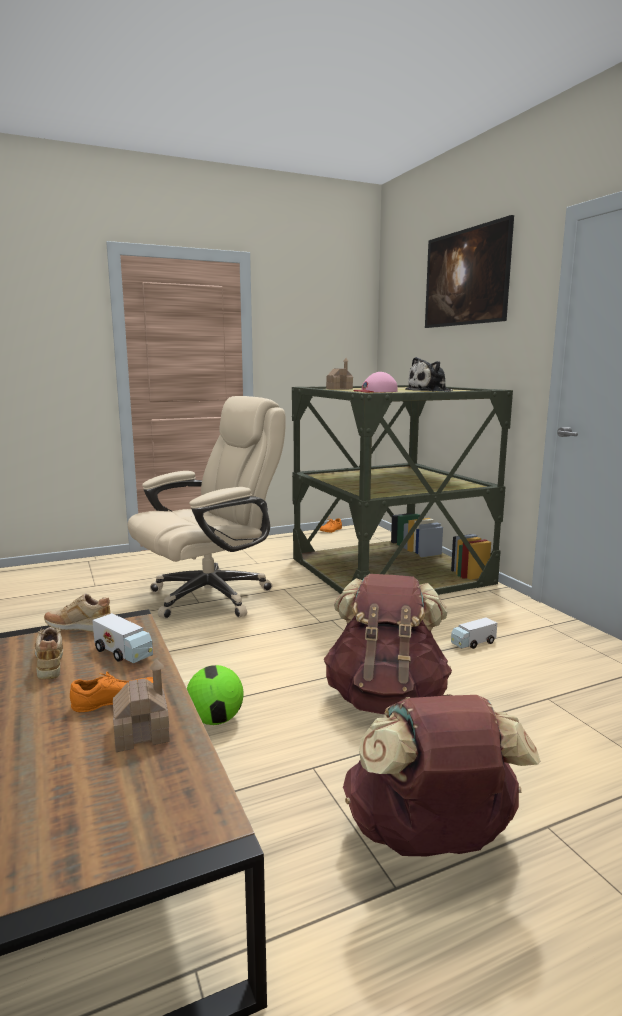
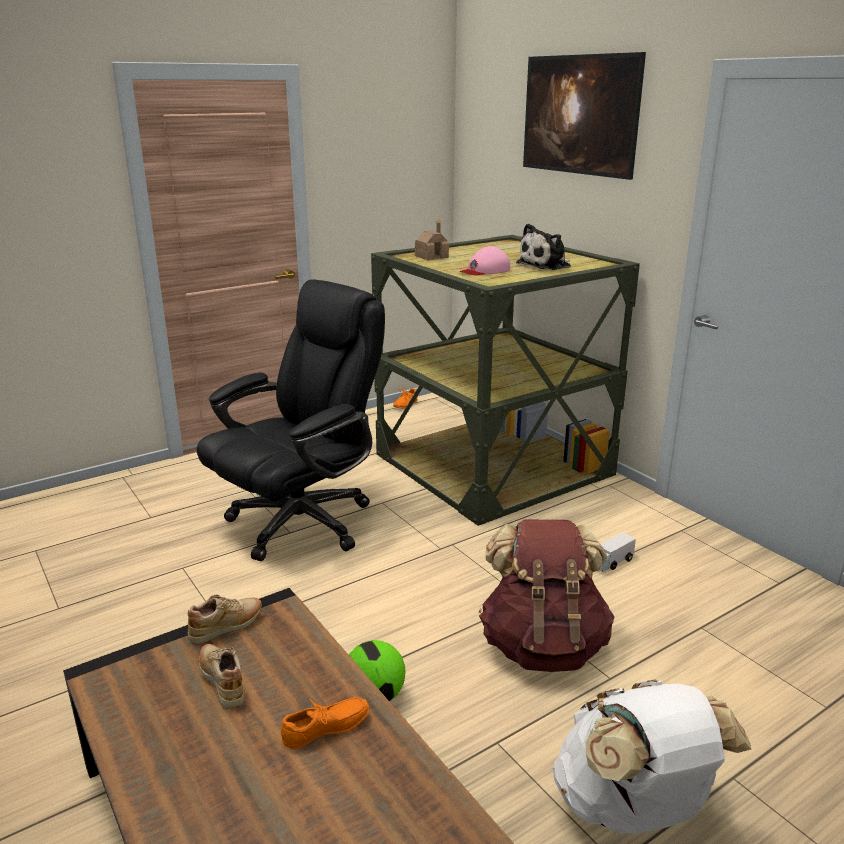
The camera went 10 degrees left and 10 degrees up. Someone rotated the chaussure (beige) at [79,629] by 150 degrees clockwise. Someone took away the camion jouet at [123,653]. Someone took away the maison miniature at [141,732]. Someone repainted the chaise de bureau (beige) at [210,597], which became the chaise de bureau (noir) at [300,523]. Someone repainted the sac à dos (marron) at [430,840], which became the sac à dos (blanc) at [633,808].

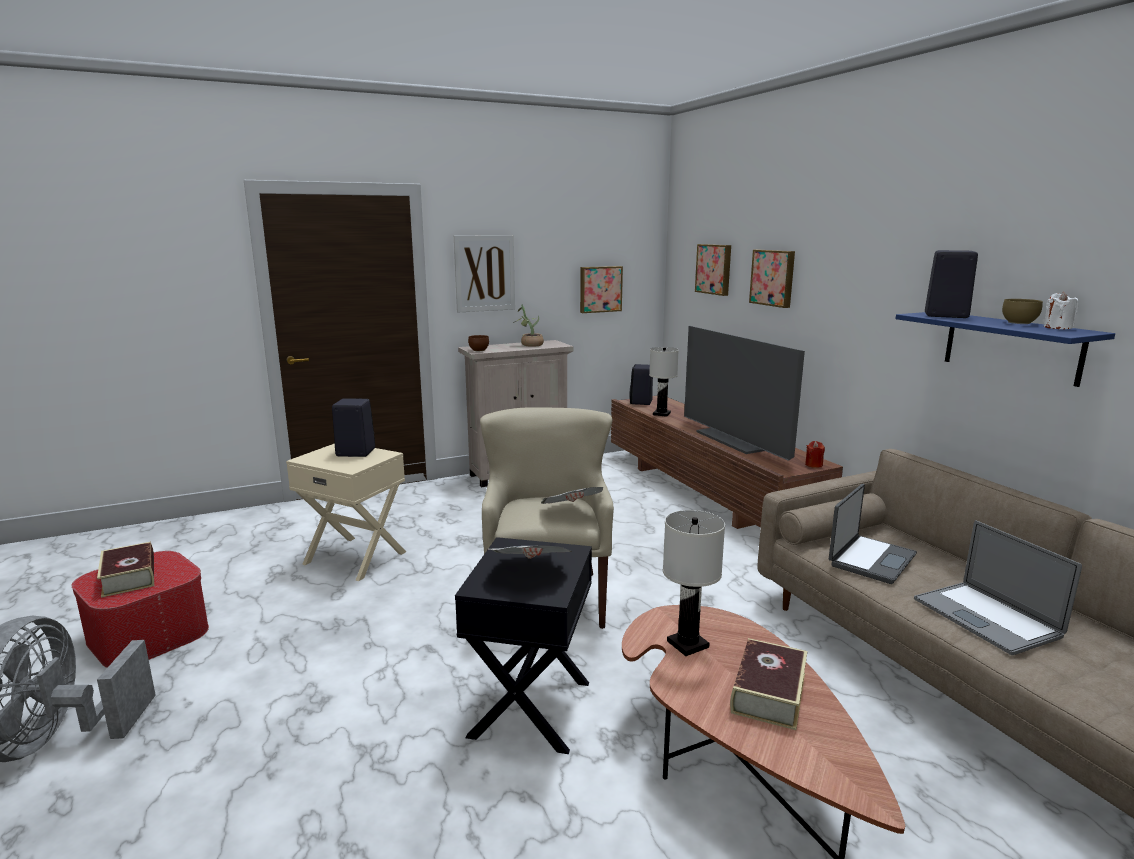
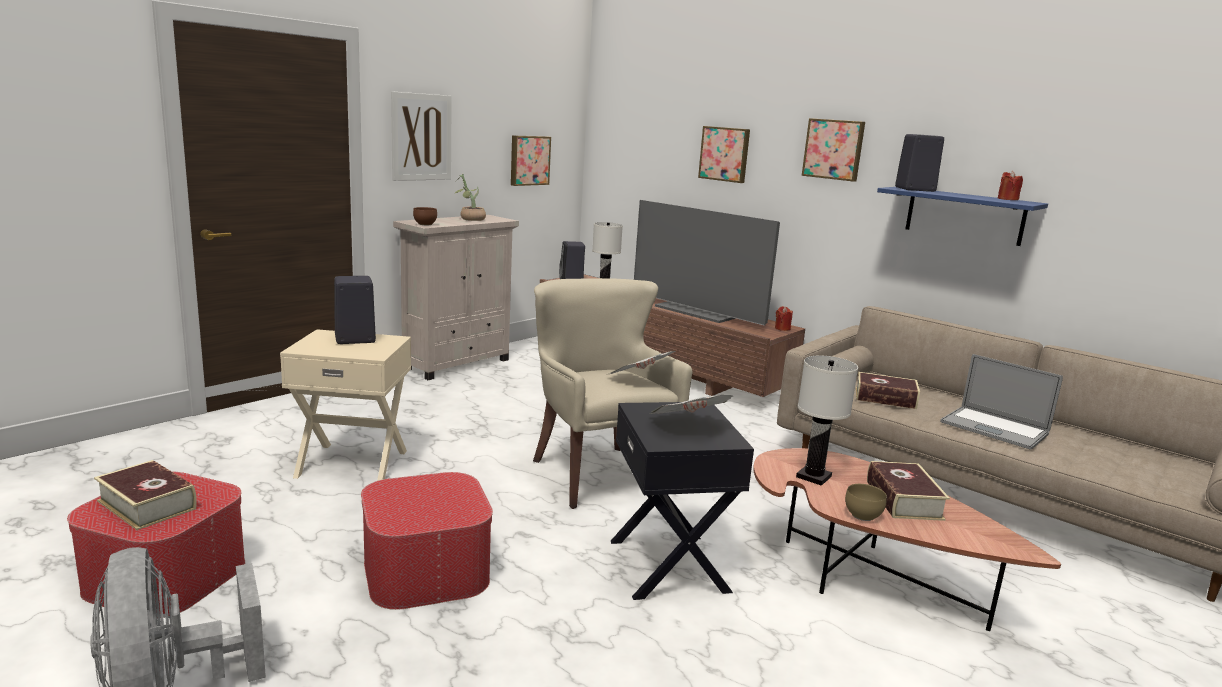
The camera went 25 degrees left and 0 degrees up. Someone carried the tableau from [714,269] to [834,149]. Someone swapped the ordinateur portable at [870,559] for the livre at [885,398]. Someone carried the bol (marron) from [1017,323] to [861,515]. Someone repainted the bougie (blanc) at [1057,327], which became the bougie (rouge) at [1007,199]. Someone put down the pouf at [425,570].

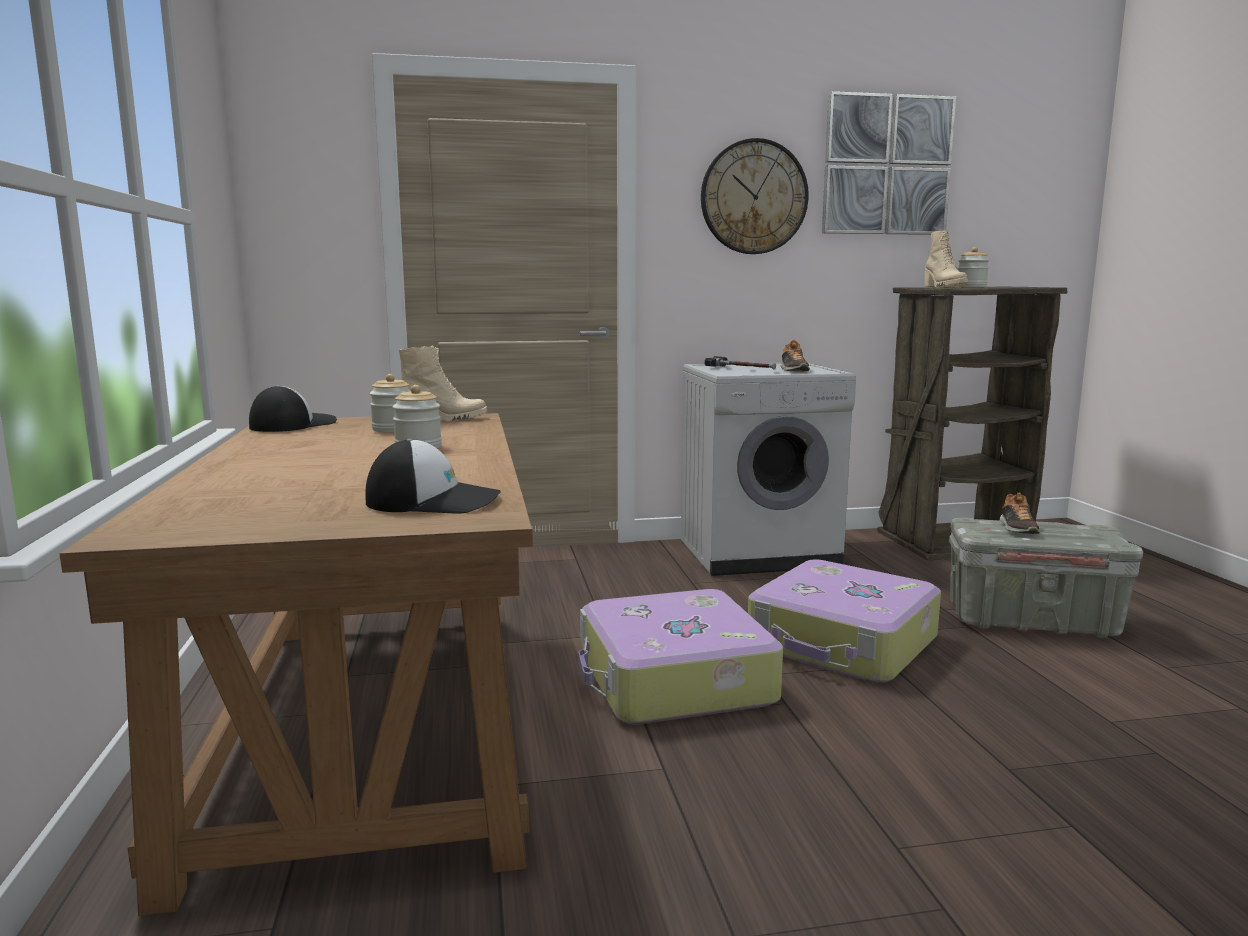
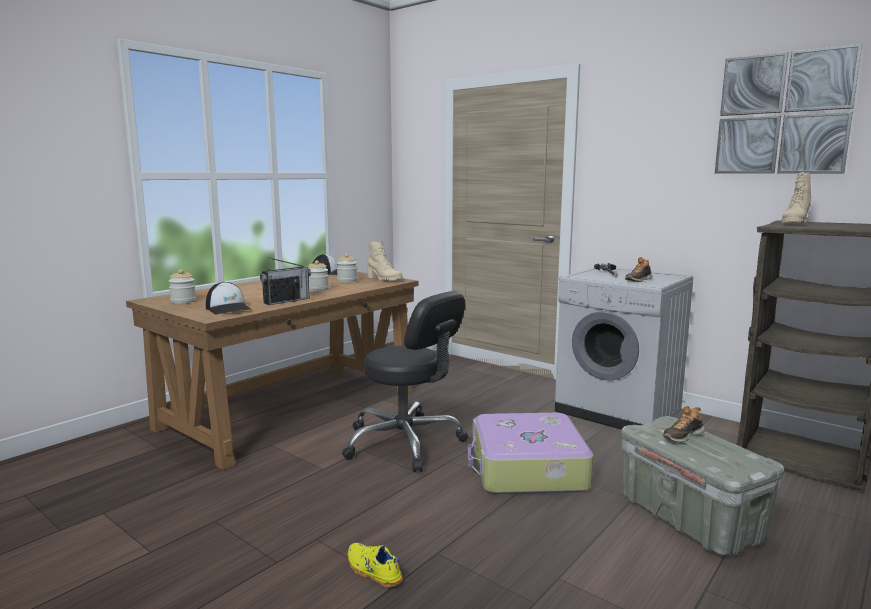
The camera went 50 degrees right and 0 degrees up. Someone swapped the valise at [674,681] for the chaise de bureau (noir) at [408,444]. Someone took away the horloge murale at [754,197]. Someone carried the bocal from [971,287] to [183,301]. Someone put down the radio at [286,301]. Someone put down the chaussure (jaune) at [373,572].

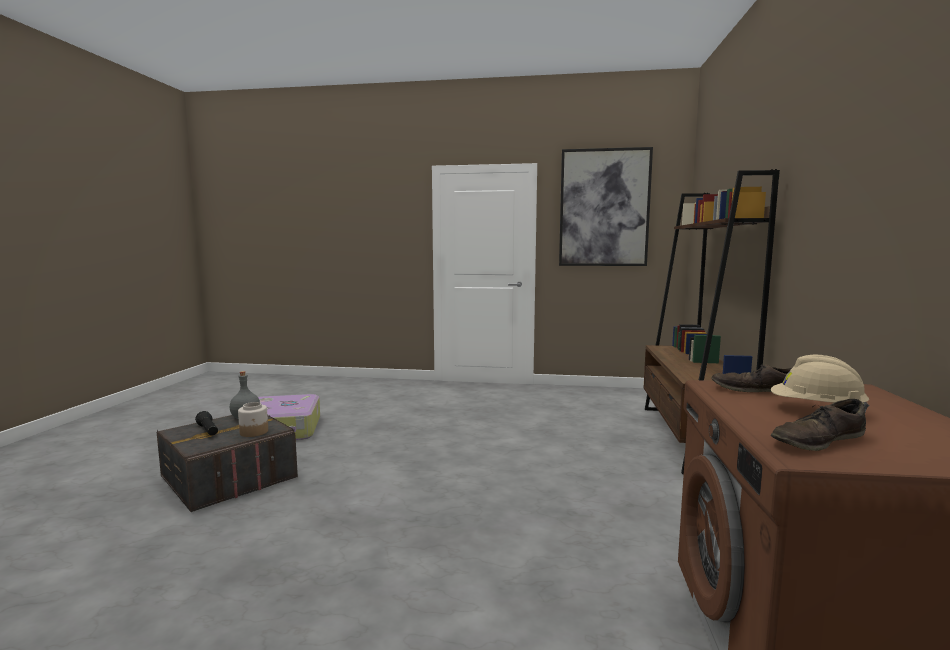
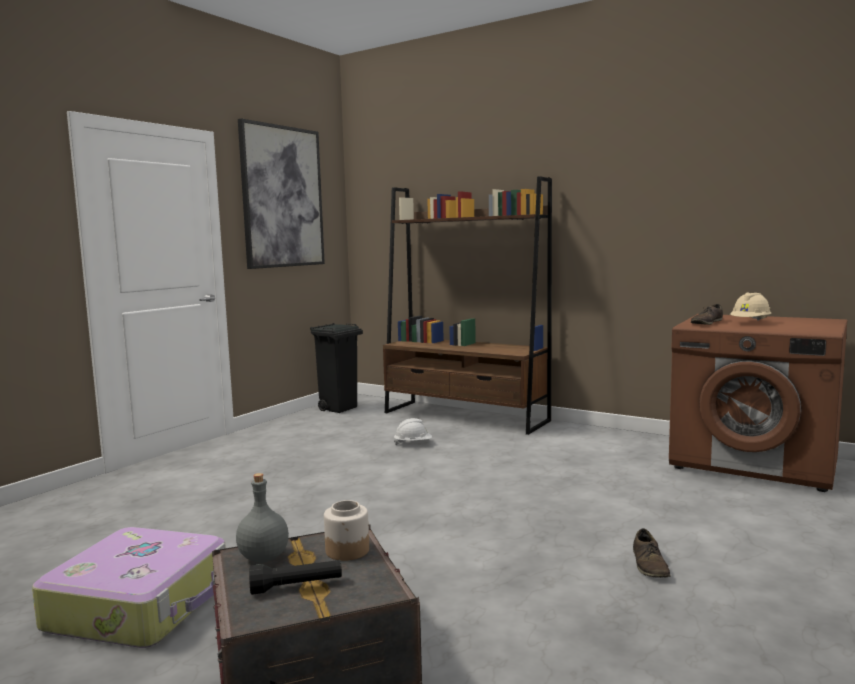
The camera went 65 degrees left and 0 degrees up. Someone carried the chaussure (marron) from [817,440] to [650,565]. Someone put down the poubelle (noir) at [339,408]. Someone put down the casque de chantier (blanc) at [413,444].

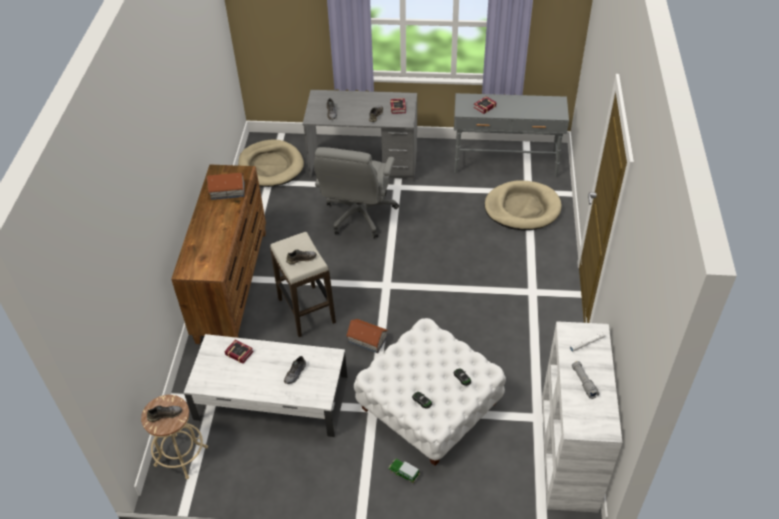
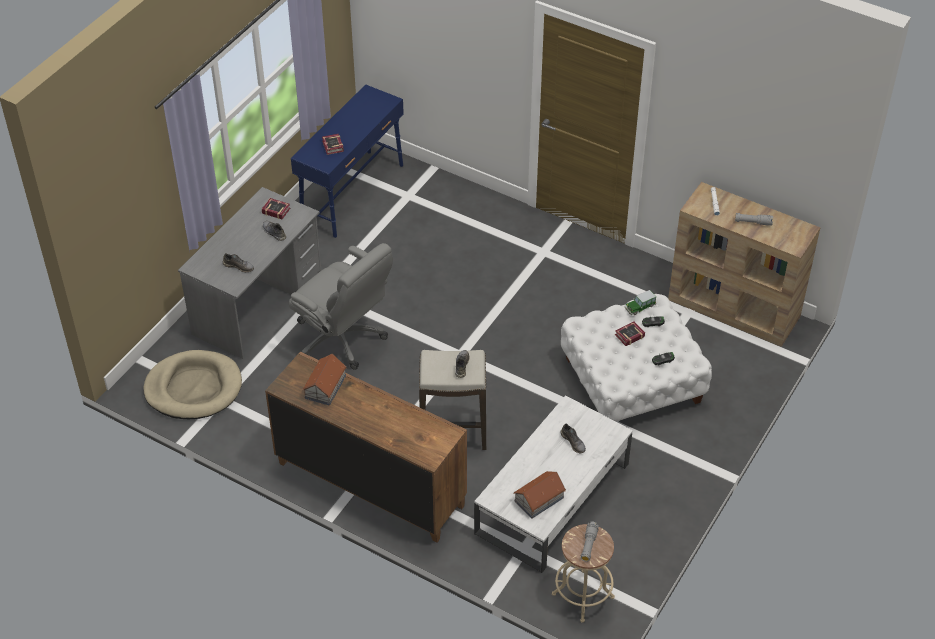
The camera went 65 degrees left and 0 degrees up. Someone swapped the chaussure (gris) at [165,414] for the lampe de poche (gris) at [588,545]. Someone carried the livre from [239,352] to [628,336]. Someone carried the maison miniature from [367,339] to [538,499]. Someone carried the petite voiture from [403,472] to [640,307]. Someone repainted the table console (gris) at [505,164], which became the table console (bleu) at [353,194]. Someone took away the panier pour chien (beige) at [522,208]. Someone repainted the bibliothèque (blanc) at [570,451], which became the bibliothèque (marron) at [734,307].

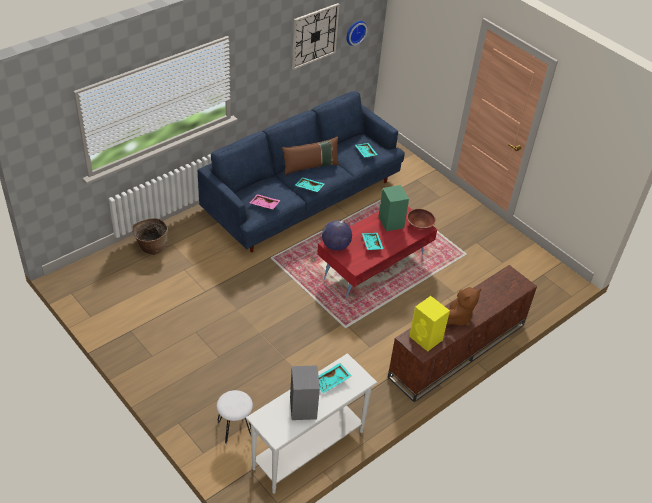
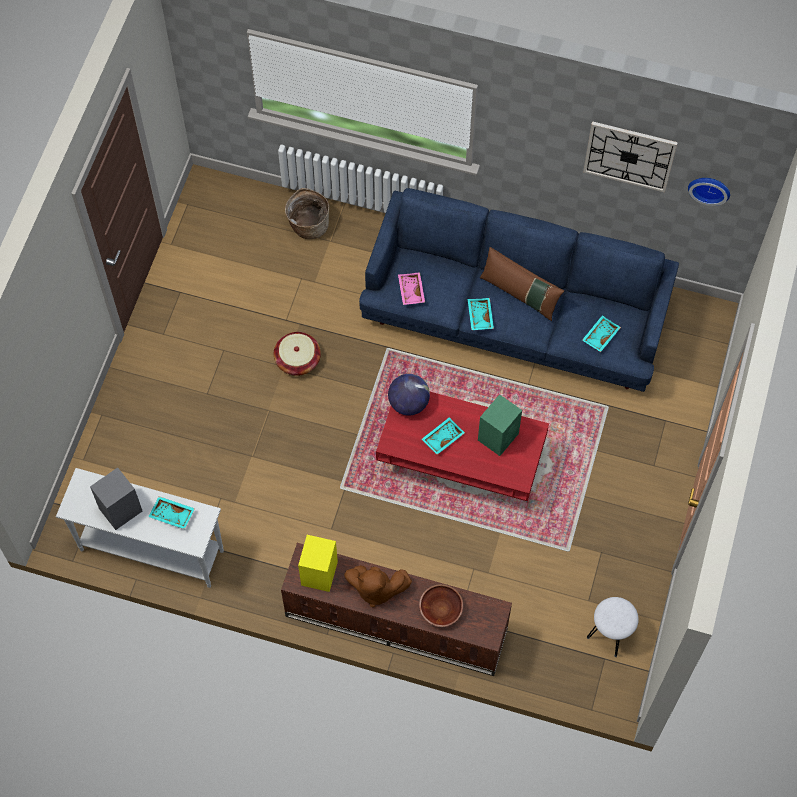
The camera went 60 degrees right and 20 degrees up. Someone carried the tabouret (blanc) from [235,428] to [610,633]. Someone carried the bol (marron) from [419,224] to [440,609]. Someone put down the panier at [297,360].

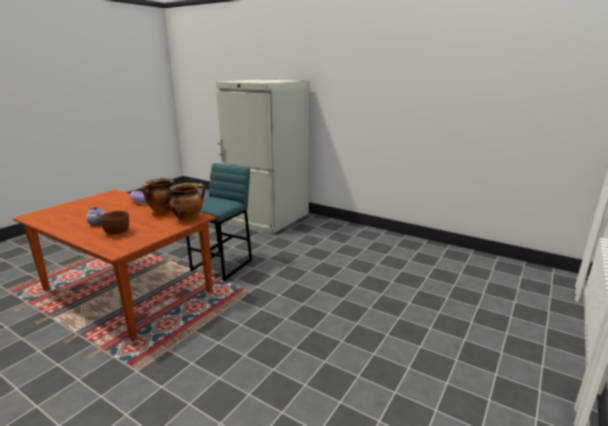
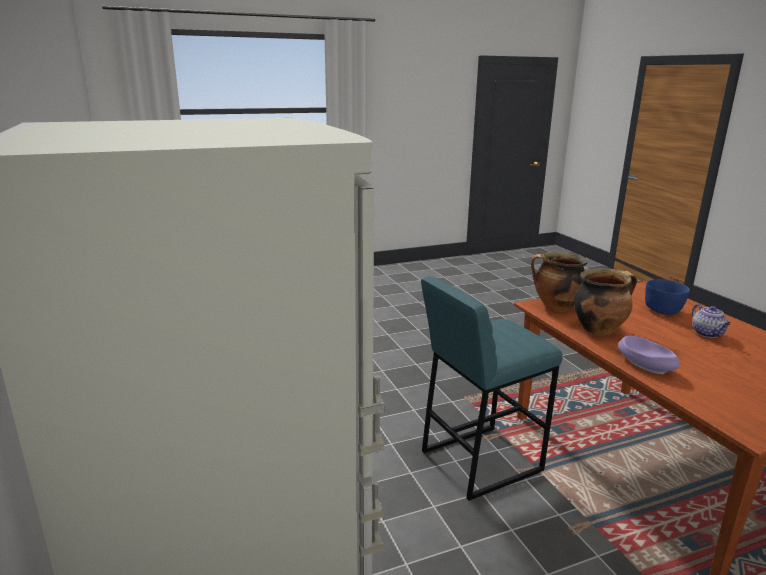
The camera went 145 degrees left and 0 degrees up. Someone repainted the bol (marron) at [116,232], which became the bol (bleu) at [663,311].

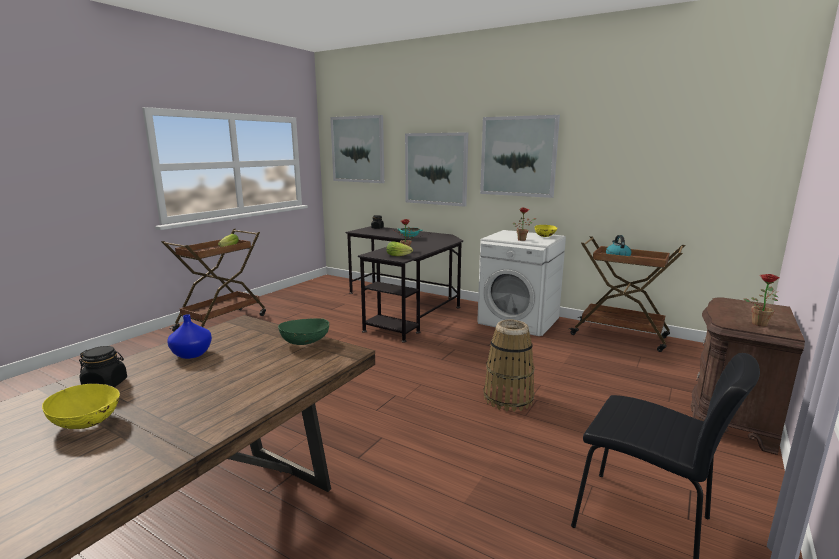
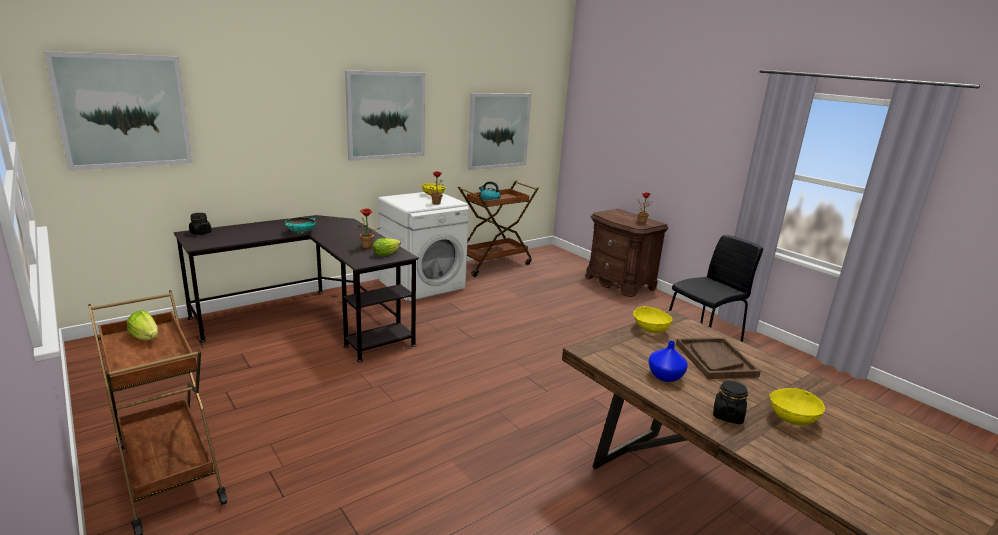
The camera went 70 degrees left and 5 degrees up. Someone repainted the bol (vert) at [305,342], which became the bol (jaune) at [649,329]. Someone carried the tableau from [436,169] to [498,130]. Someone took away the panier at [508,398]. Someone put down the plateau (marron) at [715,359].

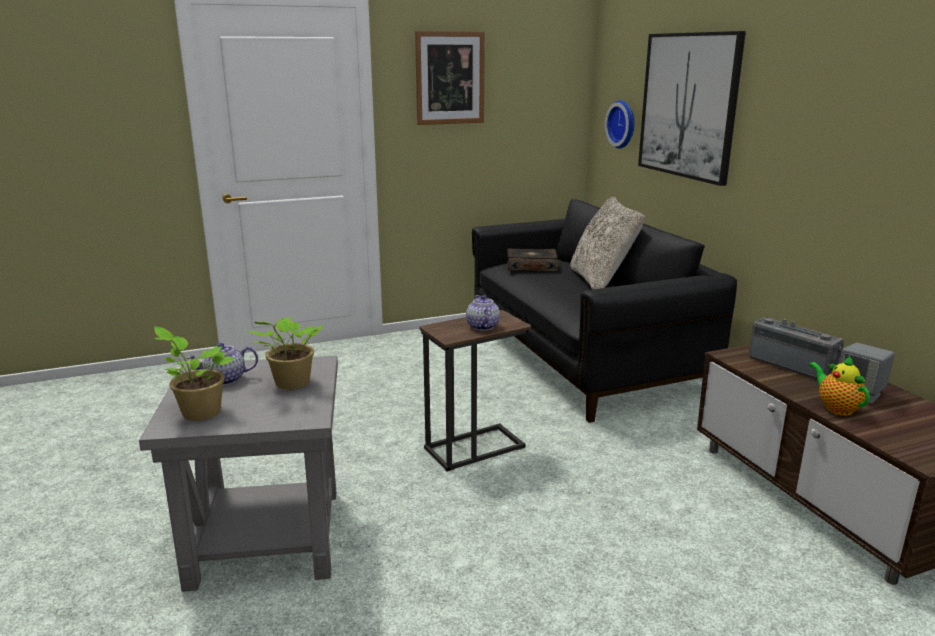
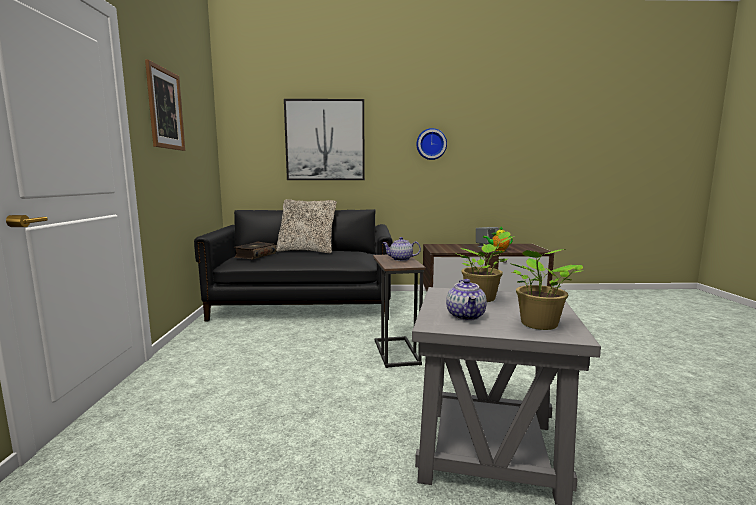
The camera went 70 degrees left and 10 degrees down. Someone carried the horloge murale from [623,124] to [431,144]. Someone took away the radio at [793,365].

